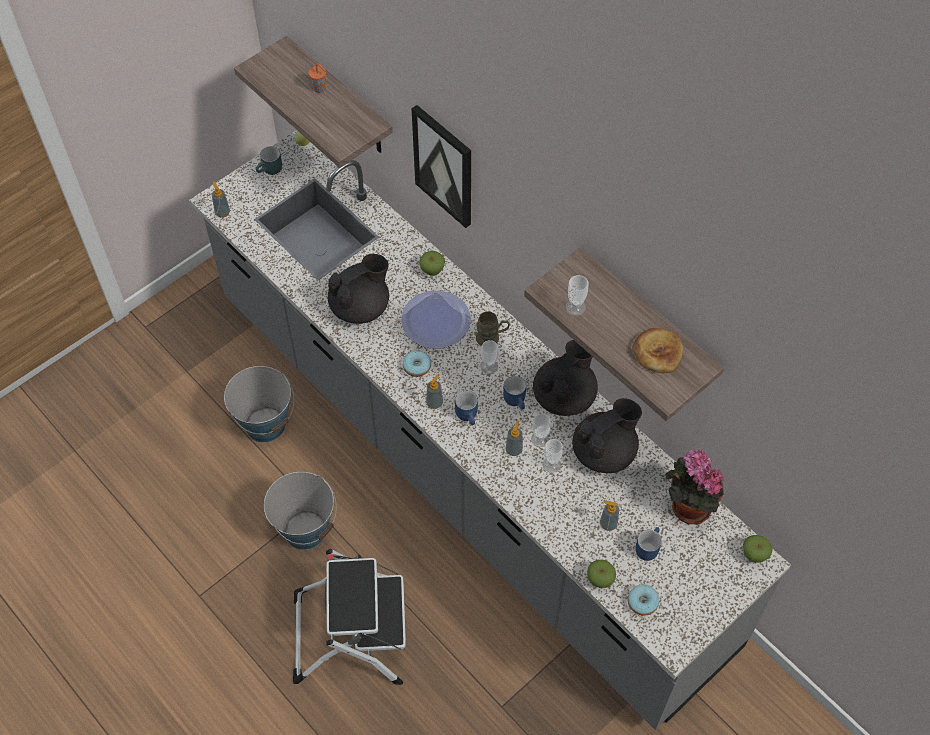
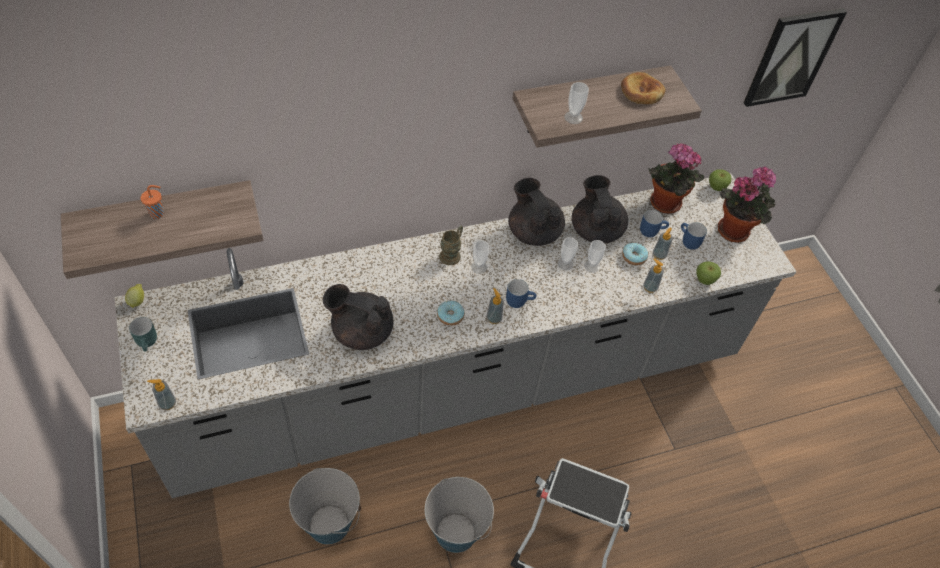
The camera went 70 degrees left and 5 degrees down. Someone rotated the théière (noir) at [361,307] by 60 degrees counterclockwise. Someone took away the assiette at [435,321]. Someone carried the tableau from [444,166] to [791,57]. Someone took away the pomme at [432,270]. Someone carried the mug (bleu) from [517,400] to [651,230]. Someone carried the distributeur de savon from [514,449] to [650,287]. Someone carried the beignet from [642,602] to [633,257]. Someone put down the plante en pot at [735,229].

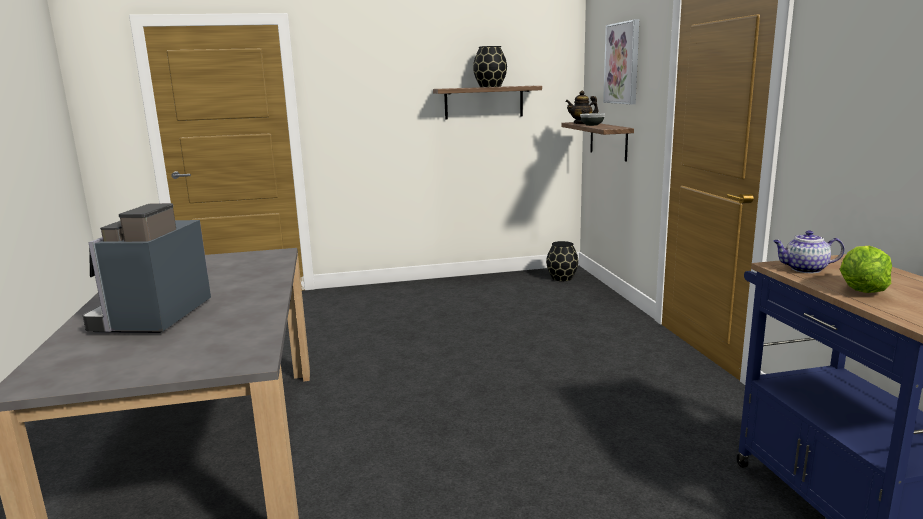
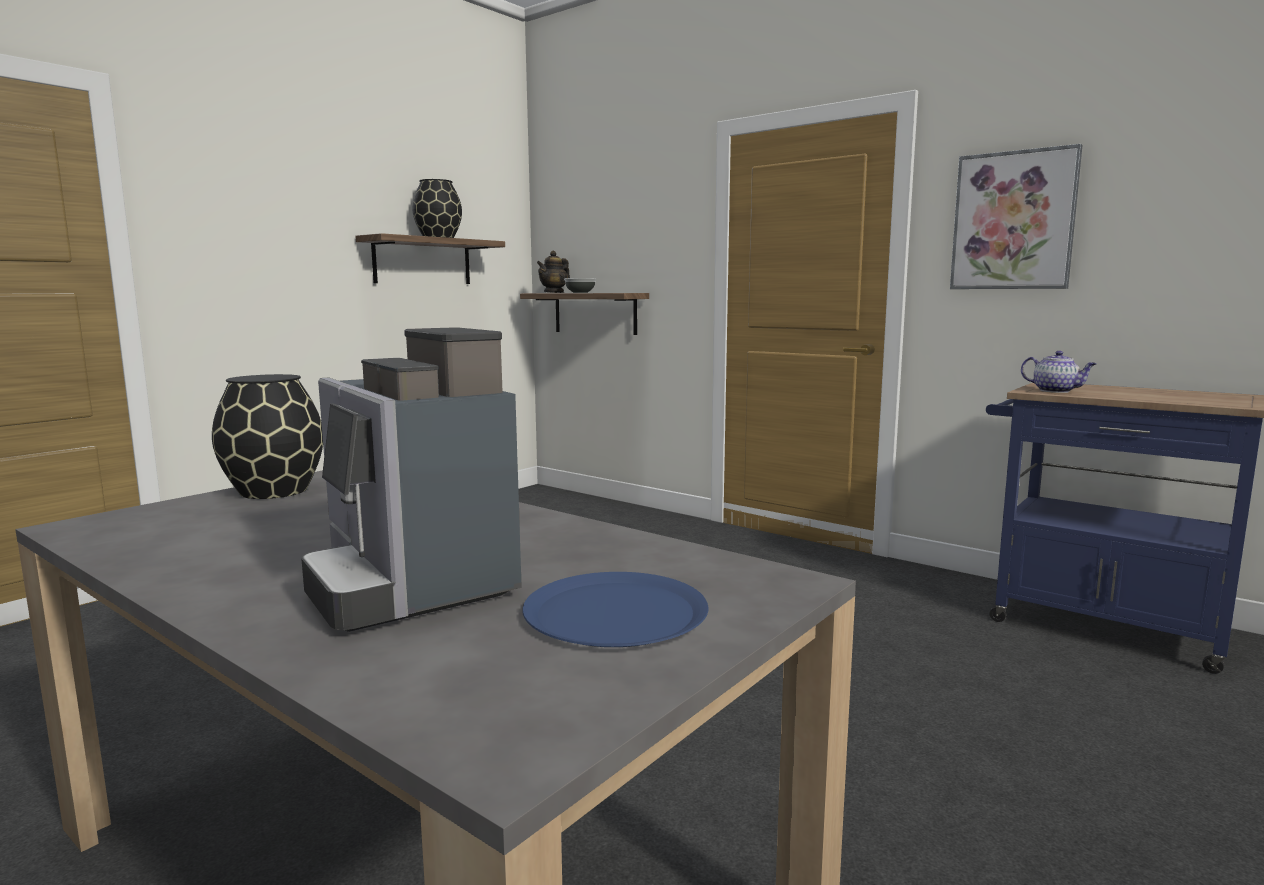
The camera went 40 degrees left and 5 degrees down. Someone carried the vase (noir) from [561,278] to [274,491]. Someone carried the tableau from [622,63] to [1013,221]. Someone rotated the théière at [804,269] by 105 degrees counterclockwise. Someone took away the laitue at [861,290]. Someone put down the assiette (bleu) at [615,612].

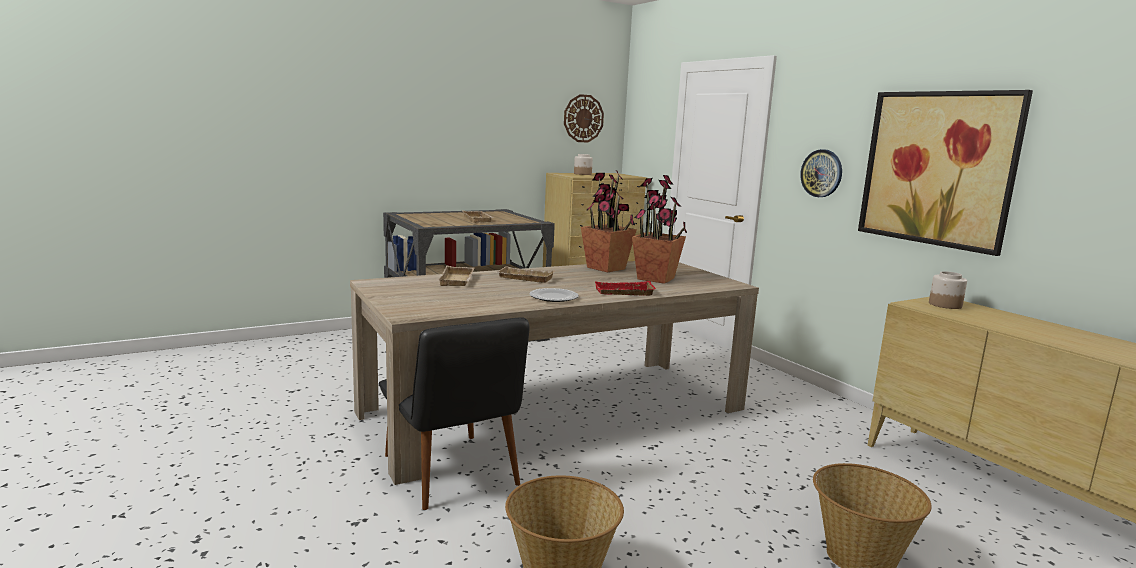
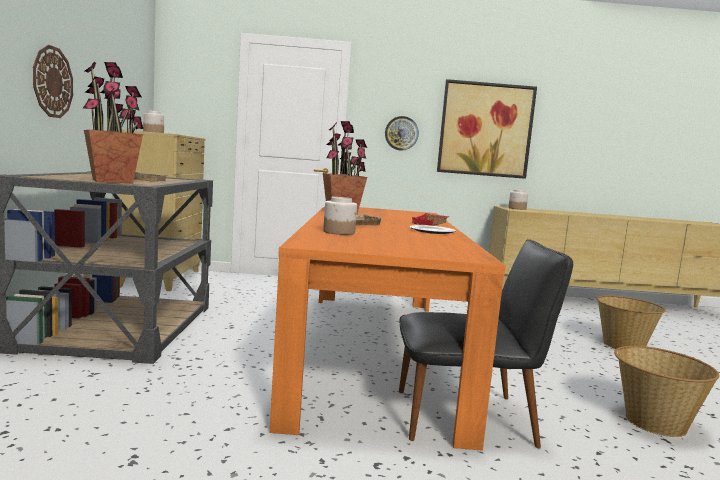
The camera went 60 degrees left and 5 degrees down. Someone repainted the table à manger (beige) at [556,410], which became the table à manger (orange) at [374,349]. Someone swapped the plateau (beige) at [458,281] for the bocal at [339,232]. Someone carried the horloge murale from [583,118] to [52,82]. Someone carried the plante en pot from [656,279] to [113,181].

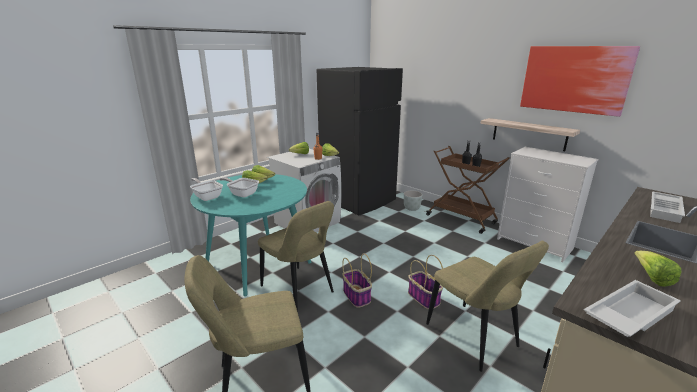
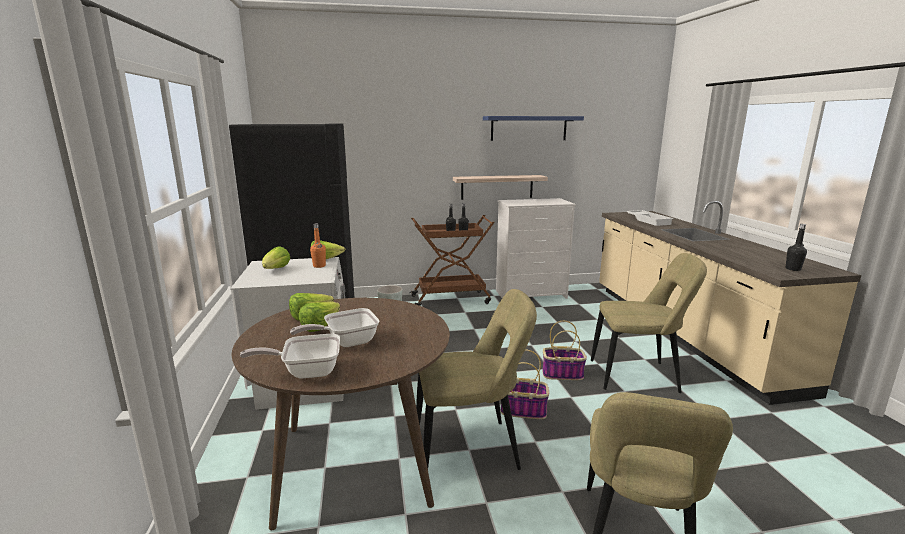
The camera went 55 degrees left and 5 degrees down. Someone repainted the table à manger (turquoise) at [258,263], which became the table à manger (marron) at [354,464]. Someone swapped the tableau at [574,79] for the étagère (bleu) at [529,128]. Someone swapped the plateau (blanc) at [628,314] for the bouteille (noir) at [793,269]. Someone took away the laitue at [652,278].

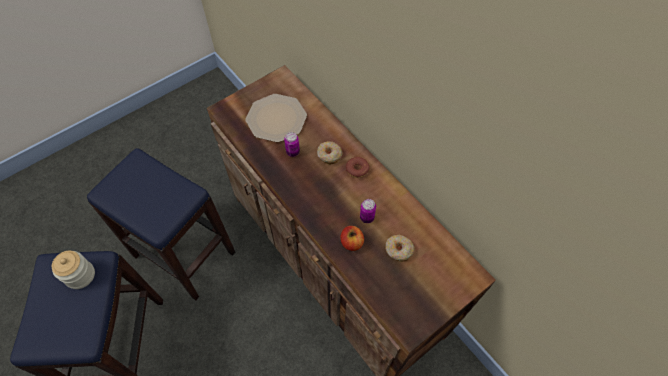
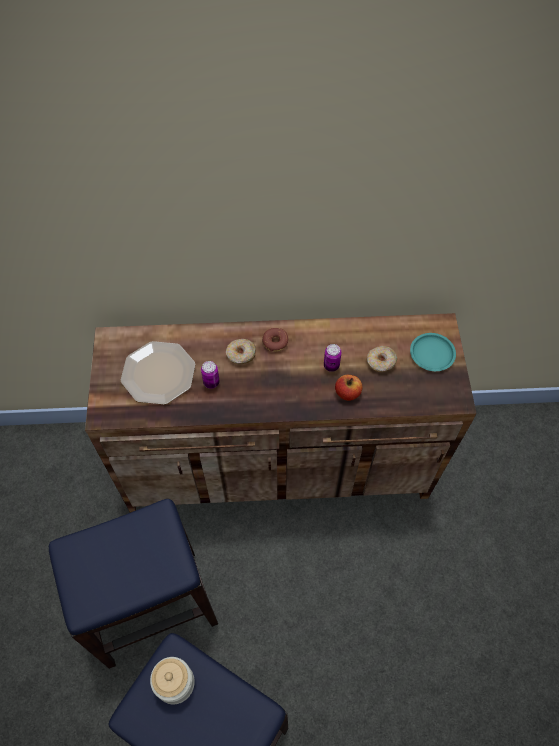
The camera went 55 degrees left and 0 degrees up. Someone put down the assiette (turquoise) at [432,354].

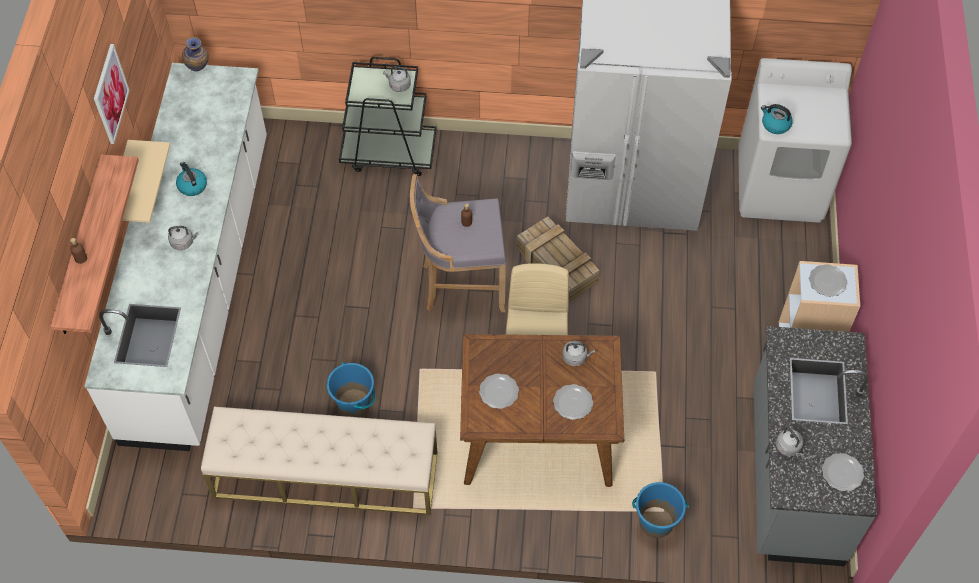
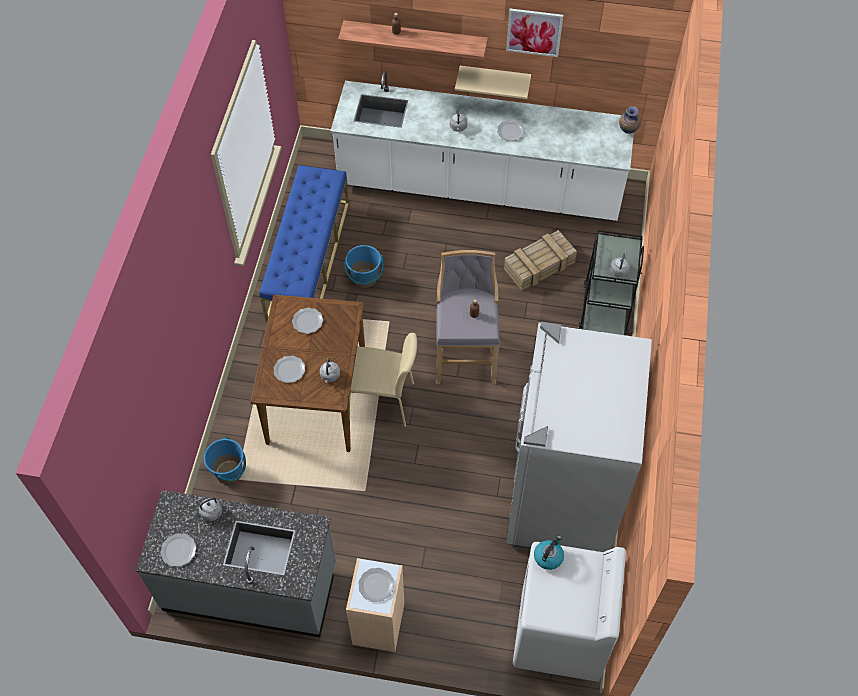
The camera went 95 degrees right and 0 degrees up. Someone swapped the bouilloire at [192,185] for the assiette at [510,131]. Someone repainted the banc (beige) at [325,475], which became the banc (bleu) at [308,260]. Someone carried the caisse from [555,265] to [540,265].

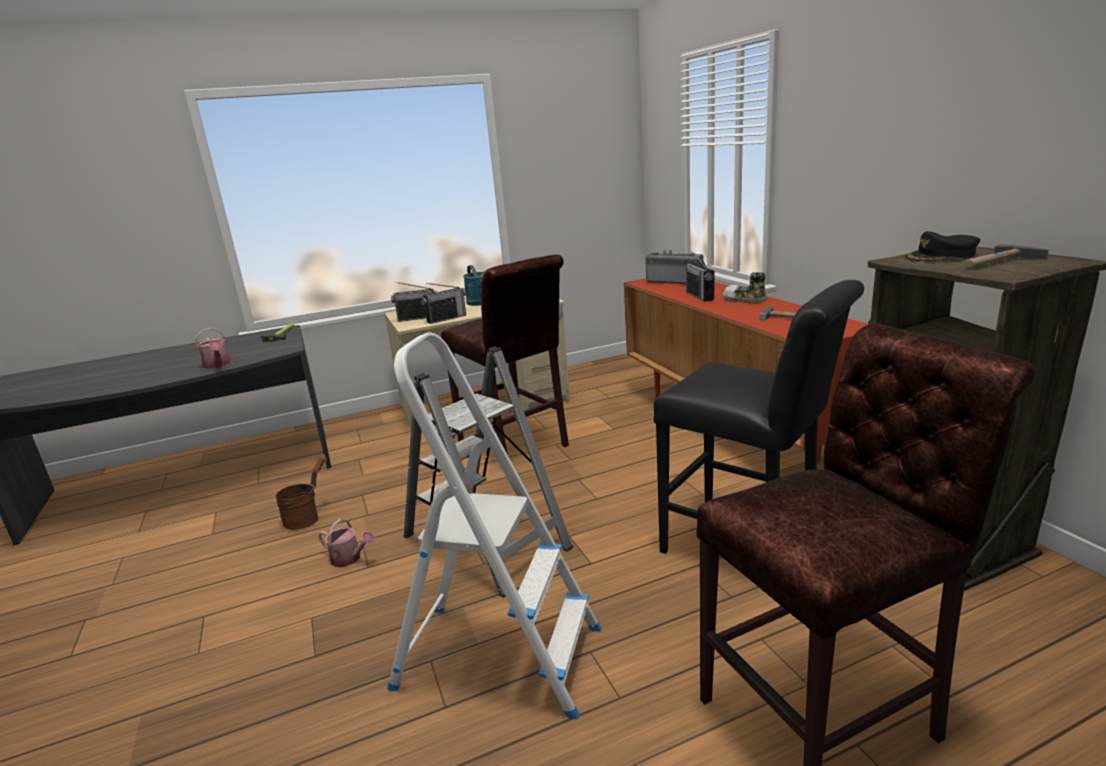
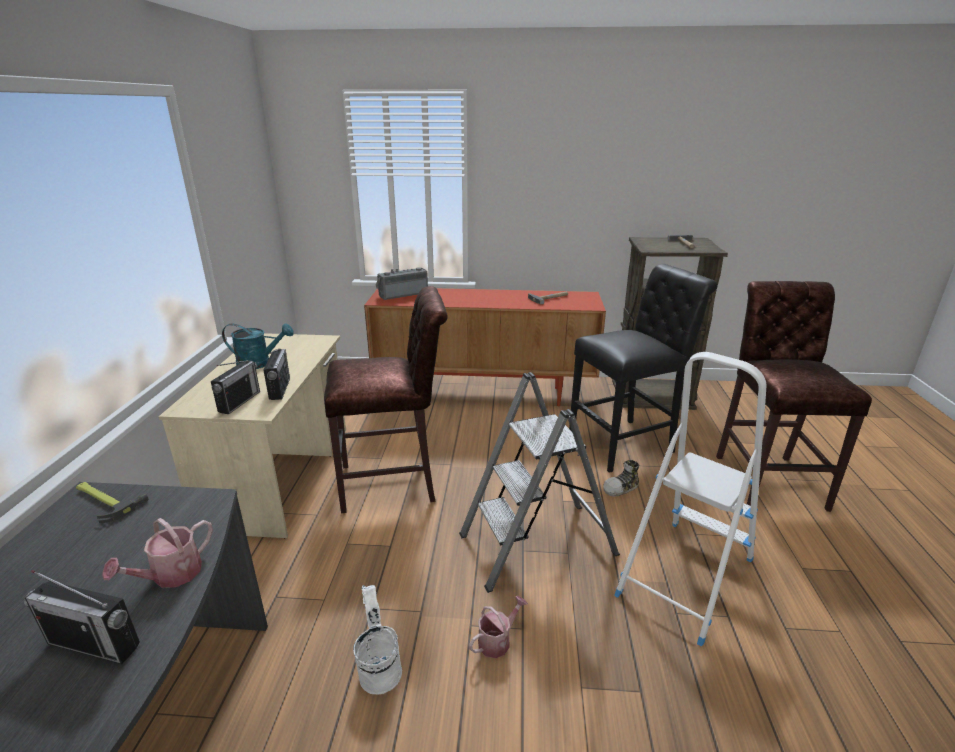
The camera went 65 degrees left and 5 degrees up. Someone rotated the arrosoir at [218,365] by 135 degrees clockwise. Someone repainted the seau (marron) at [307,518], which became the seau (blanc) at [379,667]. Someone carried the radio from [699,296] to [94,644]. Someone carried the chaussure from [744,300] to [621,488]. Someone took away the casquette (noir) at [941,256].

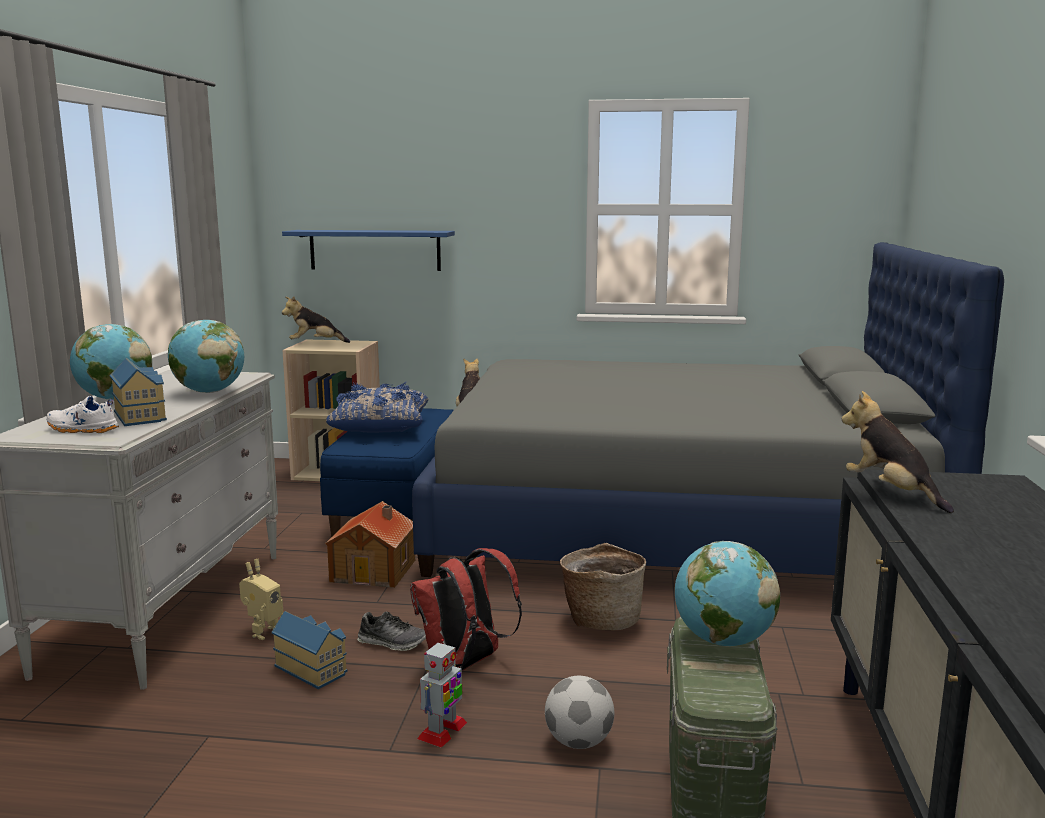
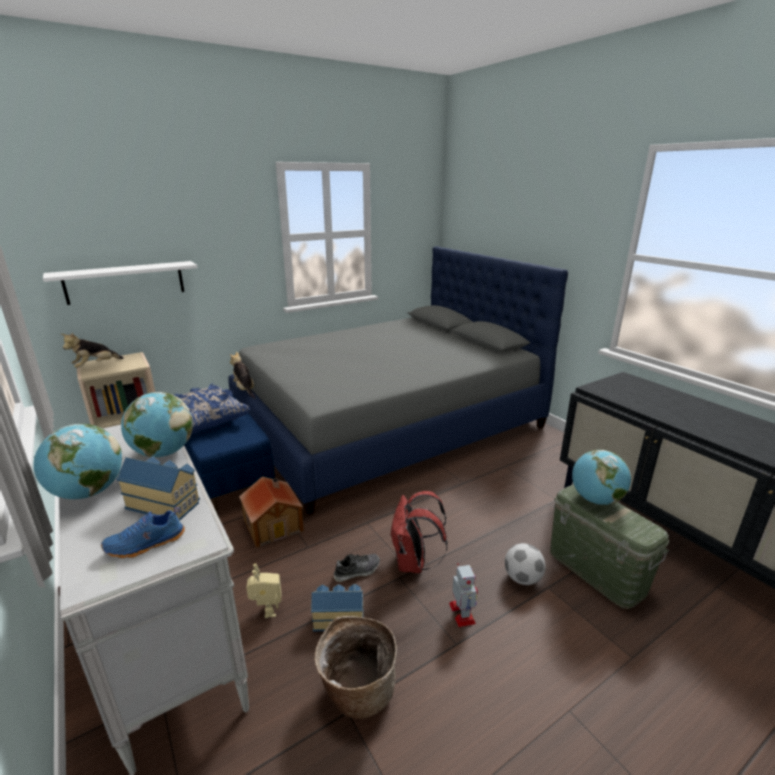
The camera went 40 degrees left and 10 degrees up. Someone repainted the chaussure (blanc) at [82,430], which became the chaussure (bleu) at [146,545]. Someone repainted the étagère (bleu) at [375,250], which became the étagère (blanc) at [125,282]. Someone carried the panier from [601,619] to [357,690]. Someone took away the peluche at [891,493].

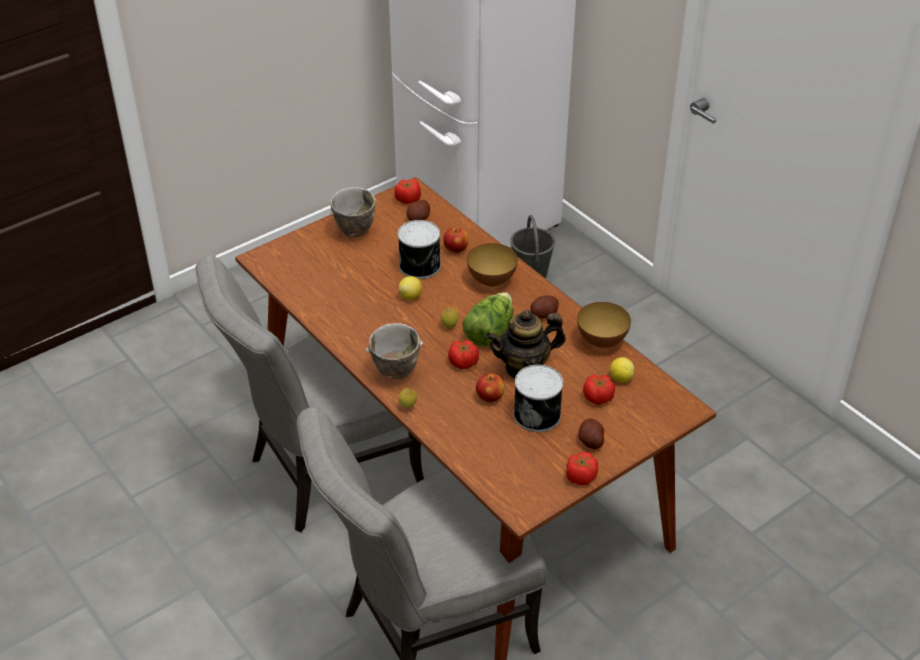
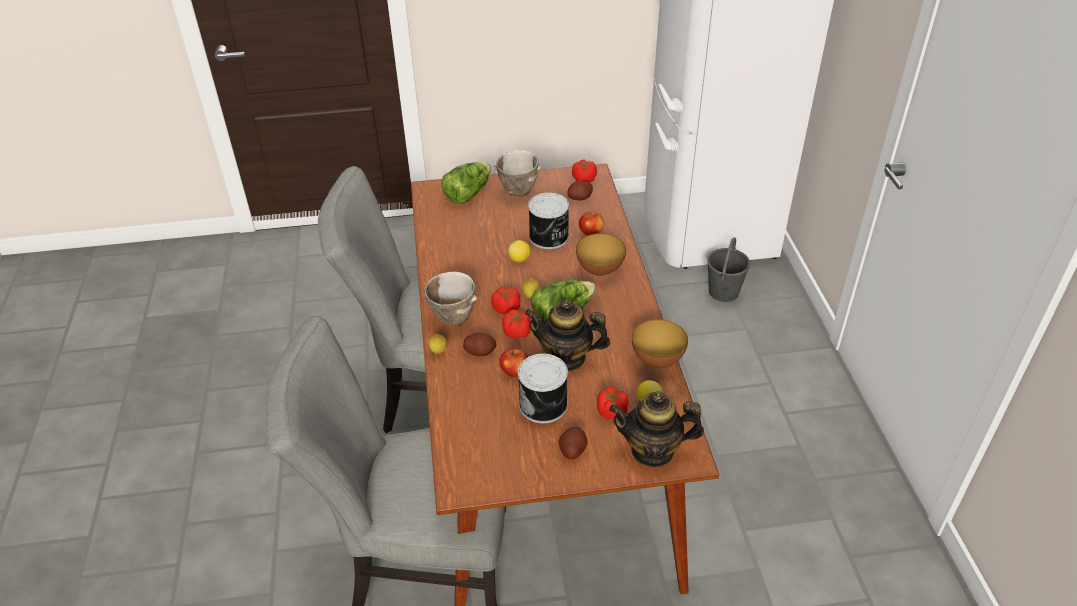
The camera went 30 degrees right and 0 degrees up. Someone carried the pomme de terre from [544,314] to [480,351]. Someone carried the tomate from [580,477] to [506,308]. Someone put down the laitue at [467,193]. Someone put down the théière at [653,450].

